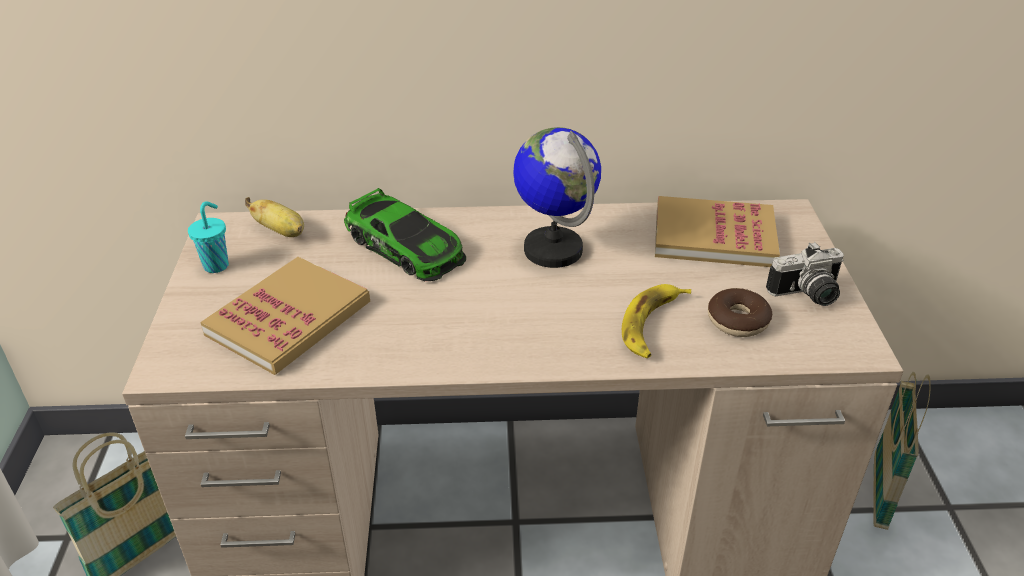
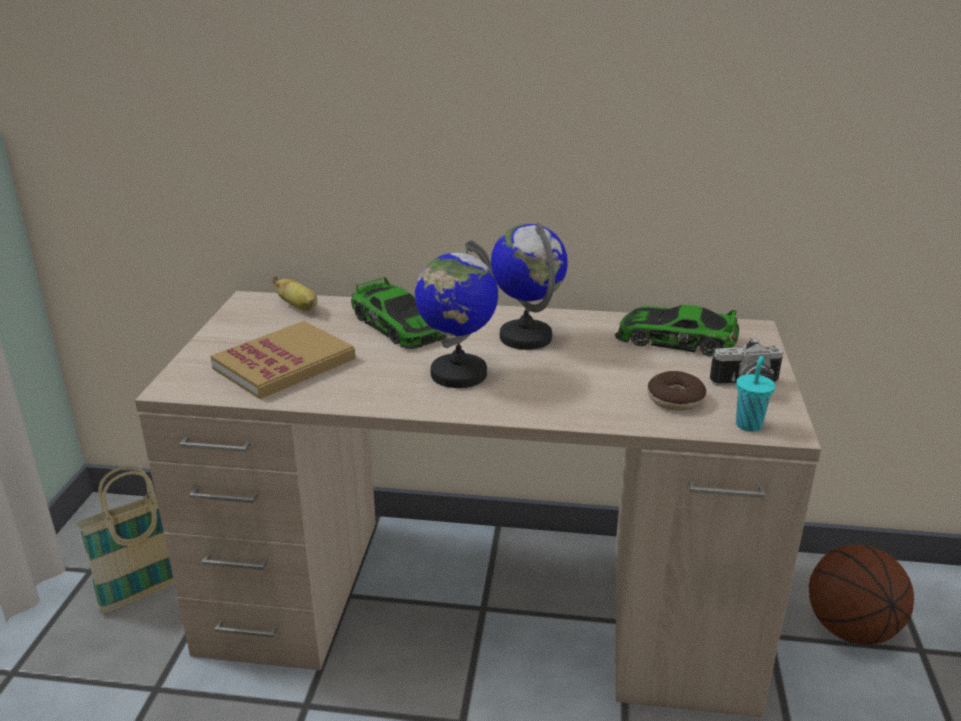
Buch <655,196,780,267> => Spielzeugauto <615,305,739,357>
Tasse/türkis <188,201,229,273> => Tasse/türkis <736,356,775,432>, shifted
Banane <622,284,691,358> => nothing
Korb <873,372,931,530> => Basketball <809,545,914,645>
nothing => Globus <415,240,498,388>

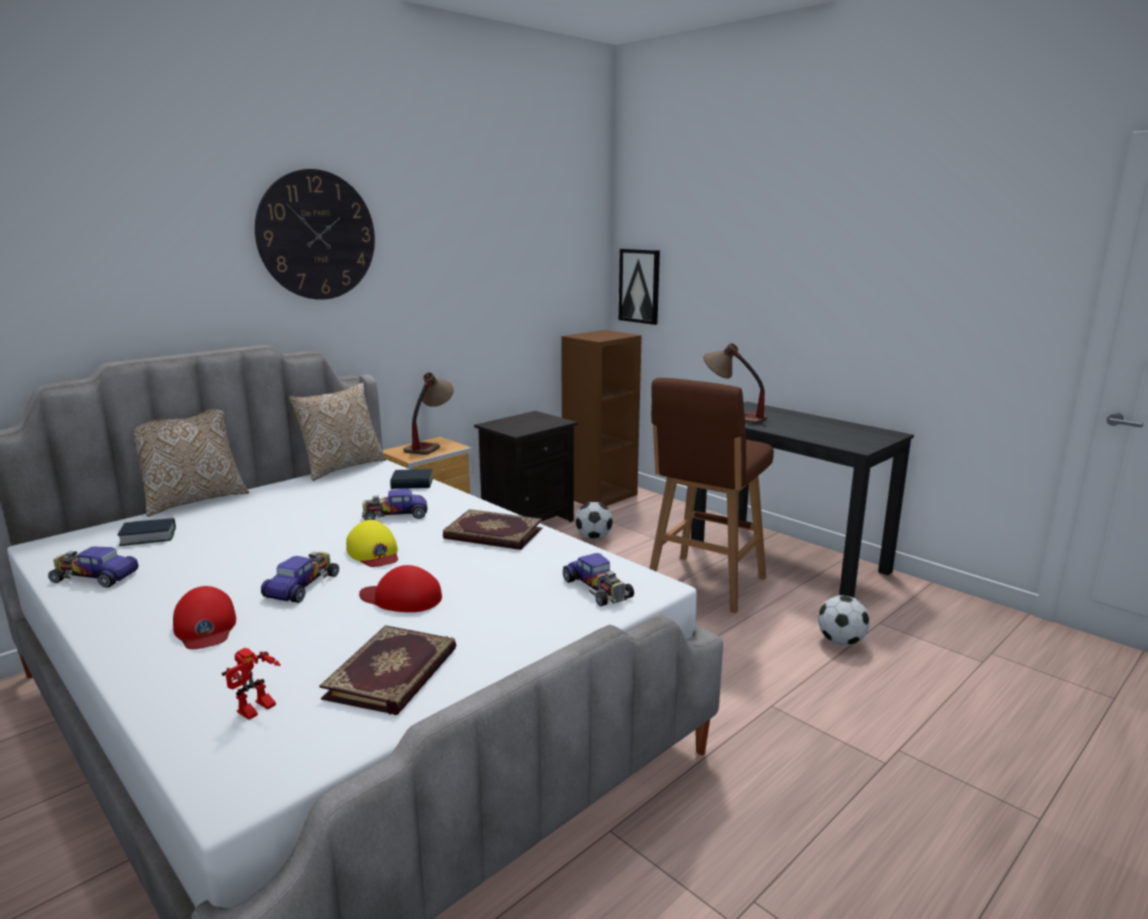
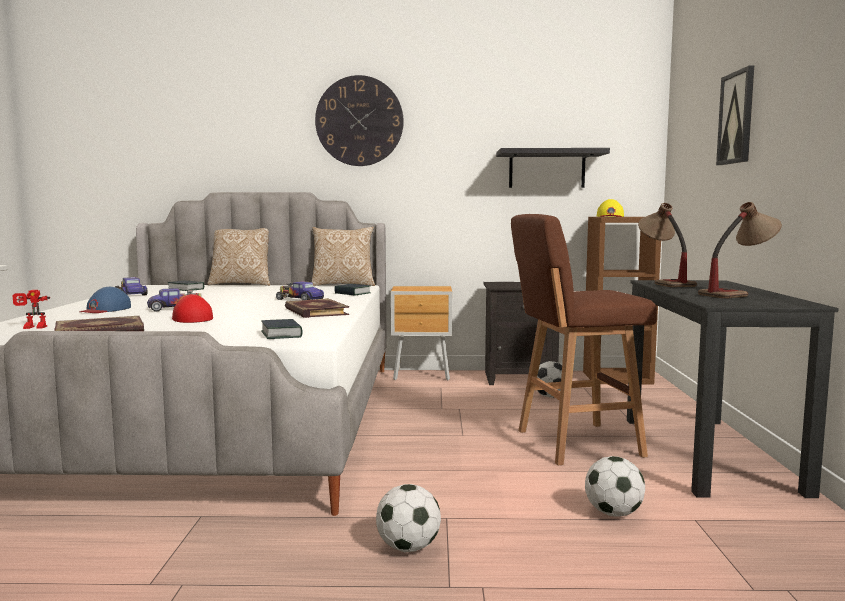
Bild <619,249,660,325> => Bild <716,66,754,165>, shifted
Tischlampe <404,372,454,455> => Tischlampe <698,202,782,298>, shifted
Kappe/gelb <346,520,398,567> => Kappe/gelb <597,199,624,217>, shifted
Spielzeugauto <563,553,634,606> => Buch <261,319,303,339>
Kappe/rot <173,586,236,649> => Kappe/blau <79,287,131,313>
nothing => Wandregal/schwarz <496,148,610,188>
nothing => Fußball <376,484,441,552>

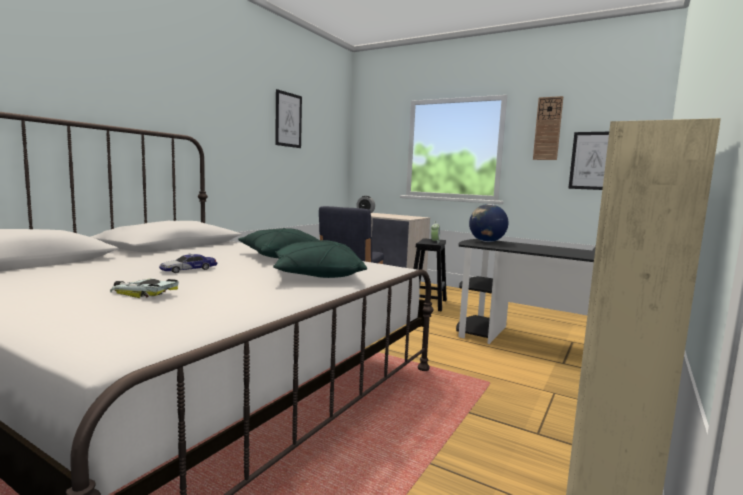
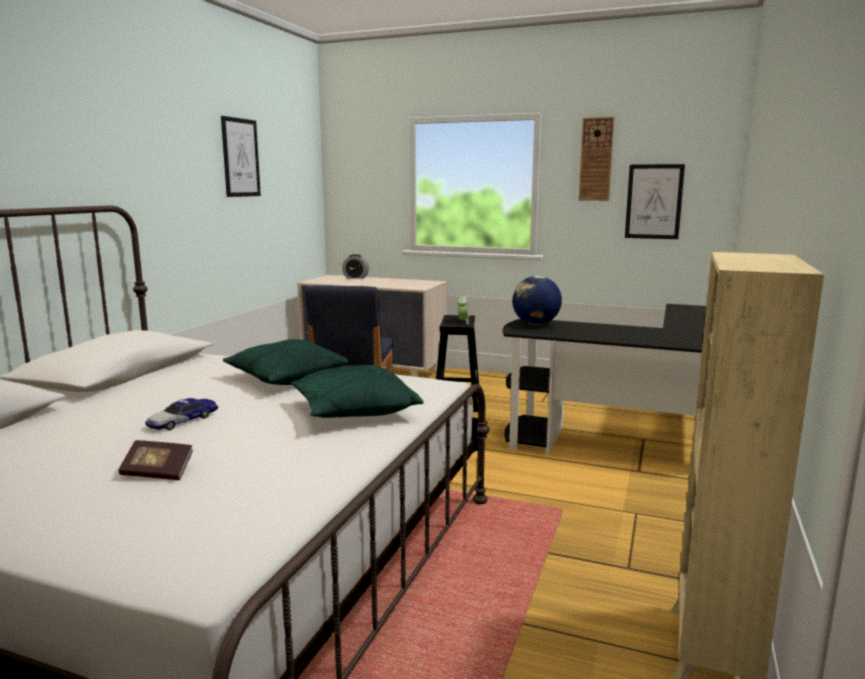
Spielzeugauto <110,278,179,298> => Buch <118,440,193,480>

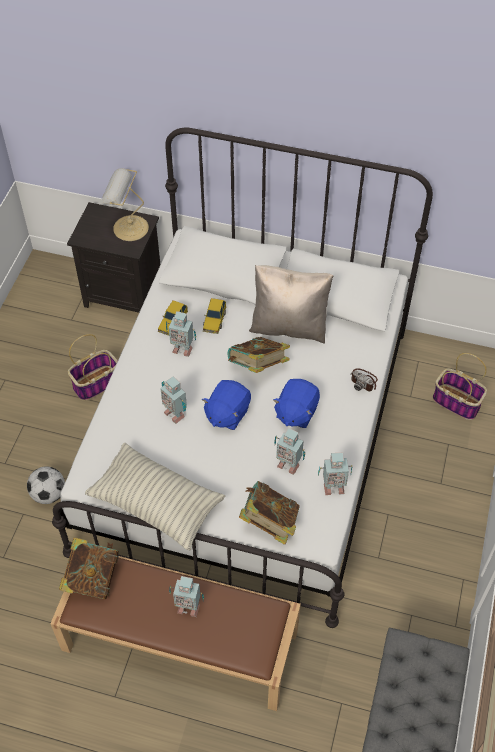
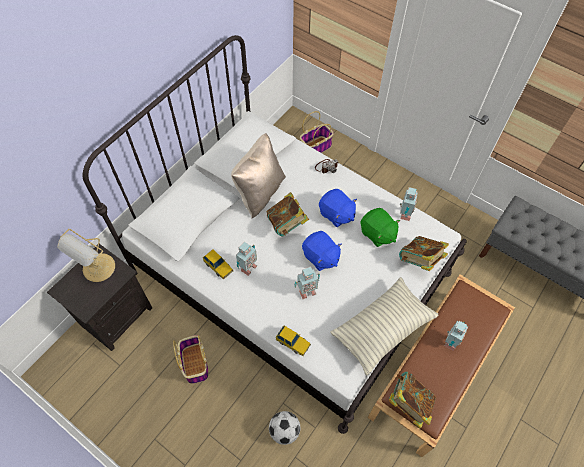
Spielzeugauto <203,298,227,334> => Spielzeugauto <276,326,311,356>, shifted
Spielzeugroboter <274,428,305,475> => Plüschtier/grün <360,208,400,247>

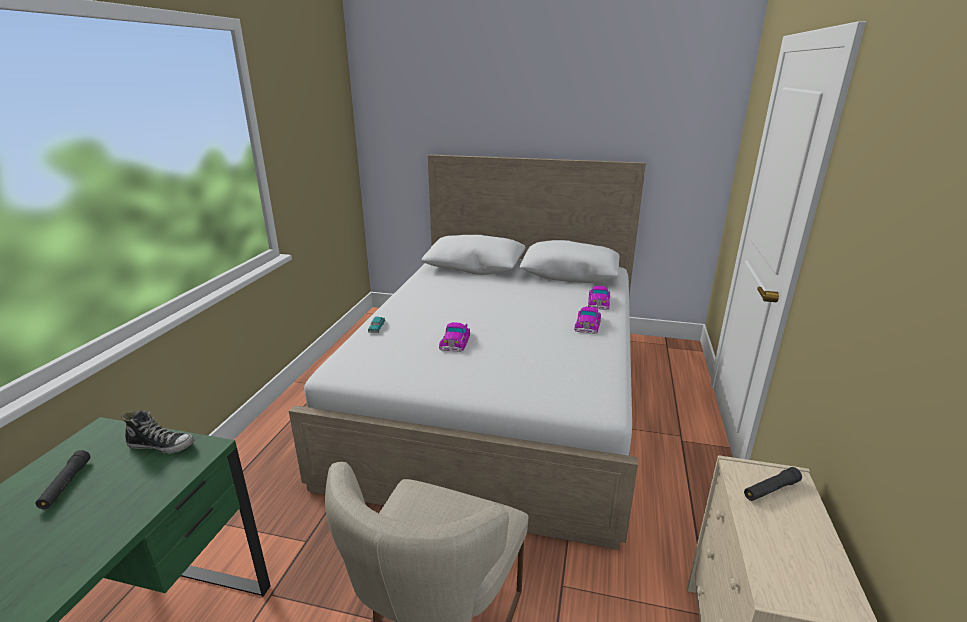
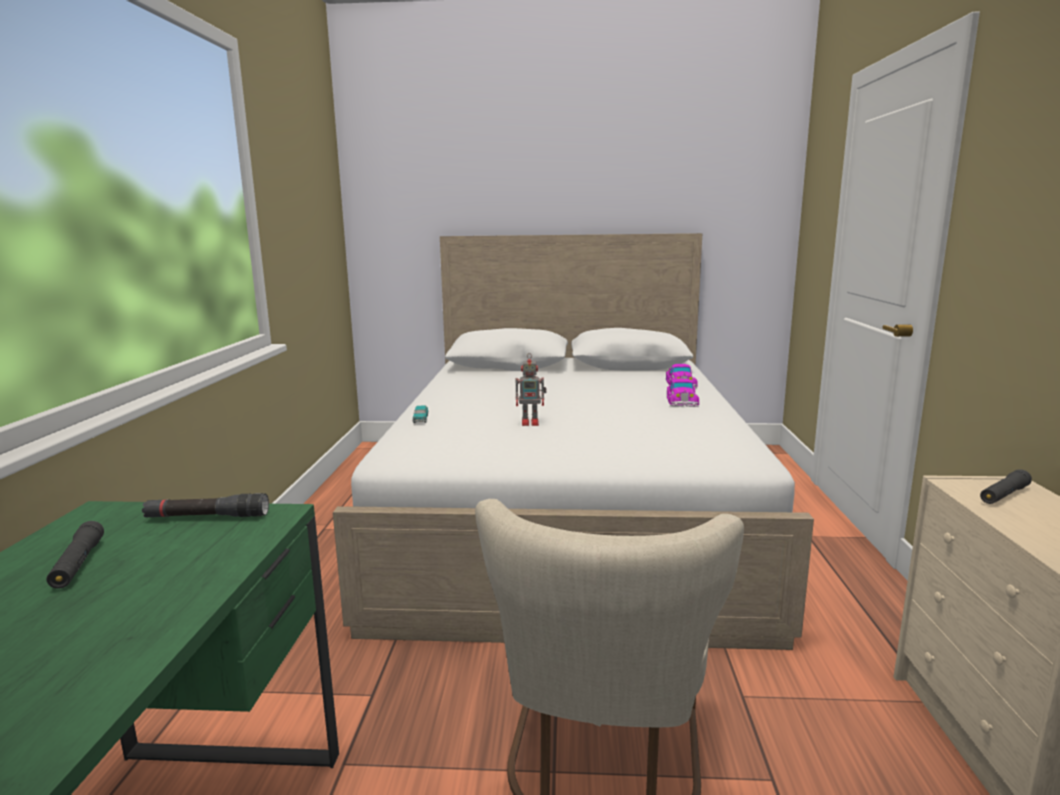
Spielzeugauto <439,322,470,352> => Spielzeugroboter <516,353,546,426>
Schuh <121,409,194,454> => Taschenlampe/schwarz <142,493,269,517>

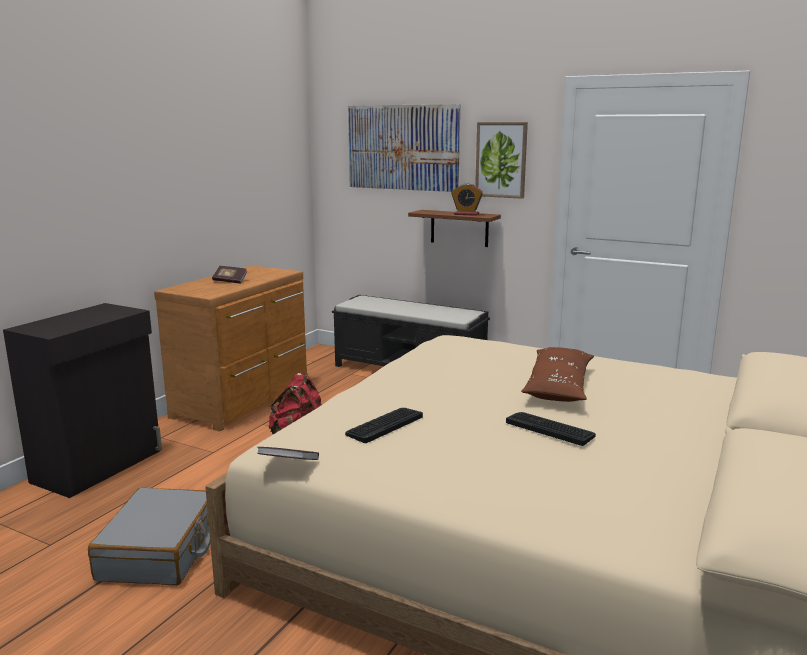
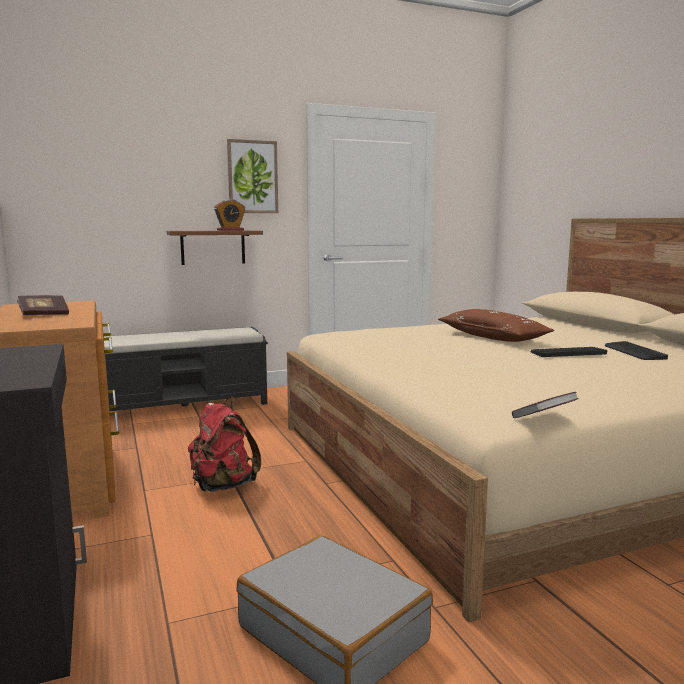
Bild <348,104,460,192> => nothing
Tastatur <345,408,423,443> => Tastatur <605,341,668,360>, shifted

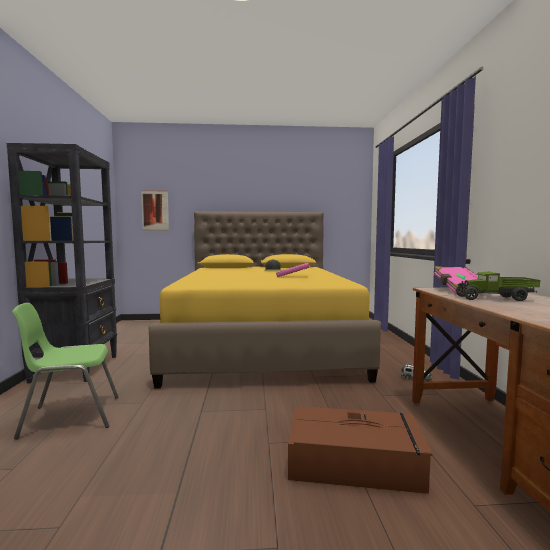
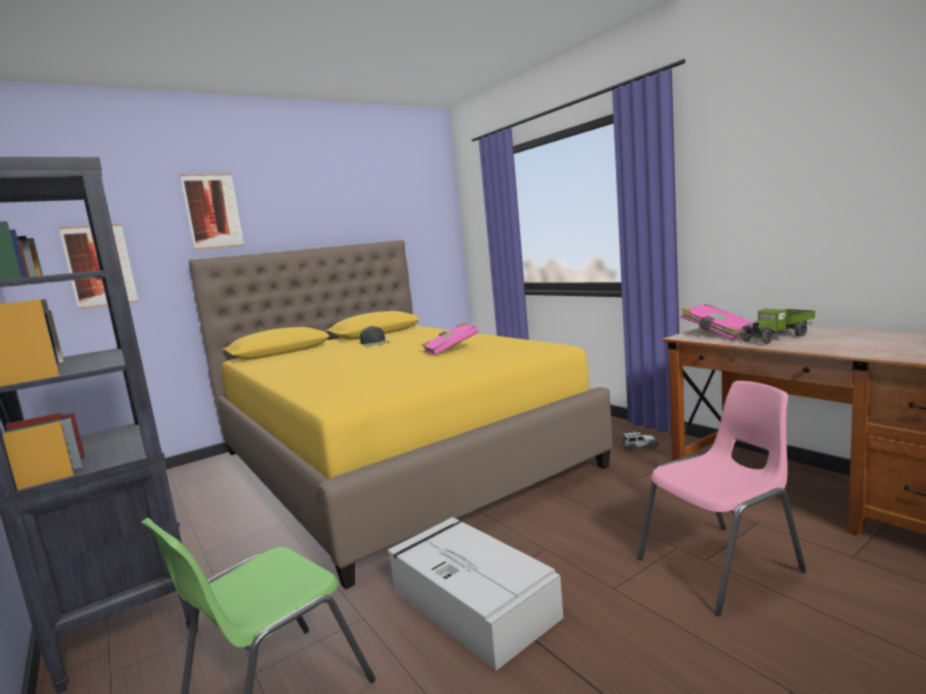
Aufbewahrungsbox/braun <288,406,432,494> => Stuhl/rosa <638,381,806,616>
nothing => Bild <180,174,244,250>
nothing => Aufbewahrungsbox/grau <388,517,564,671>

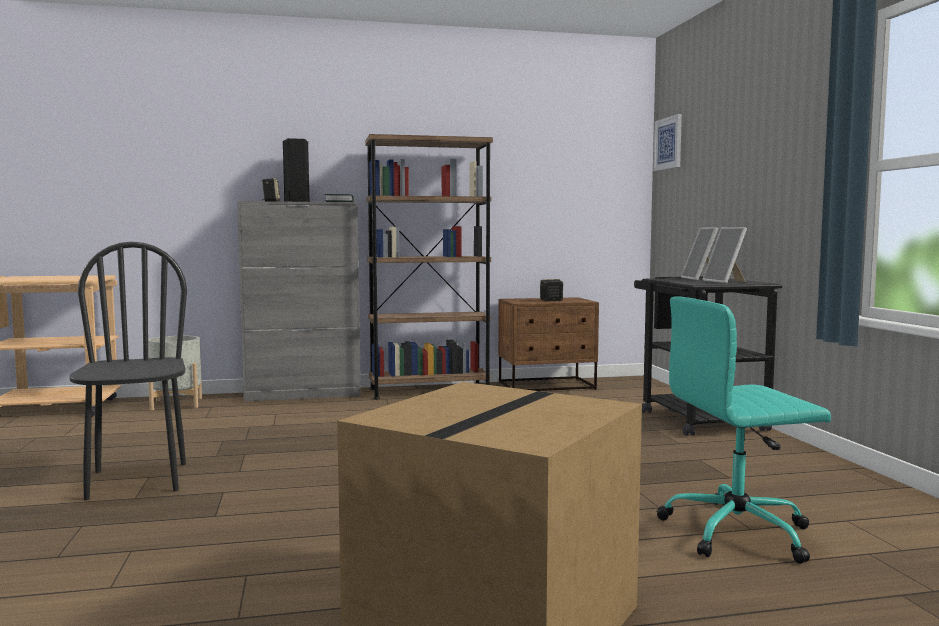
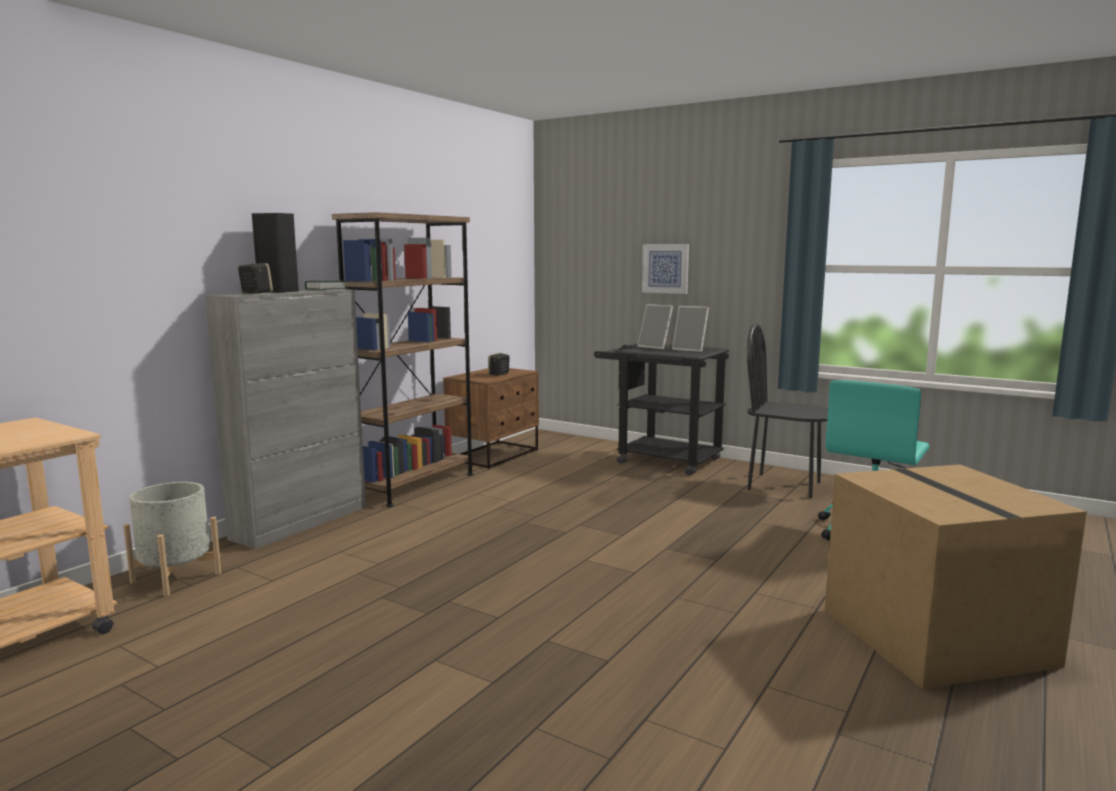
Bild <653,114,682,171> => Bild <642,244,689,294>, shifted
Stuhl/schwarz <69,242,187,500> => Stuhl/schwarz <747,323,828,498>, shifted

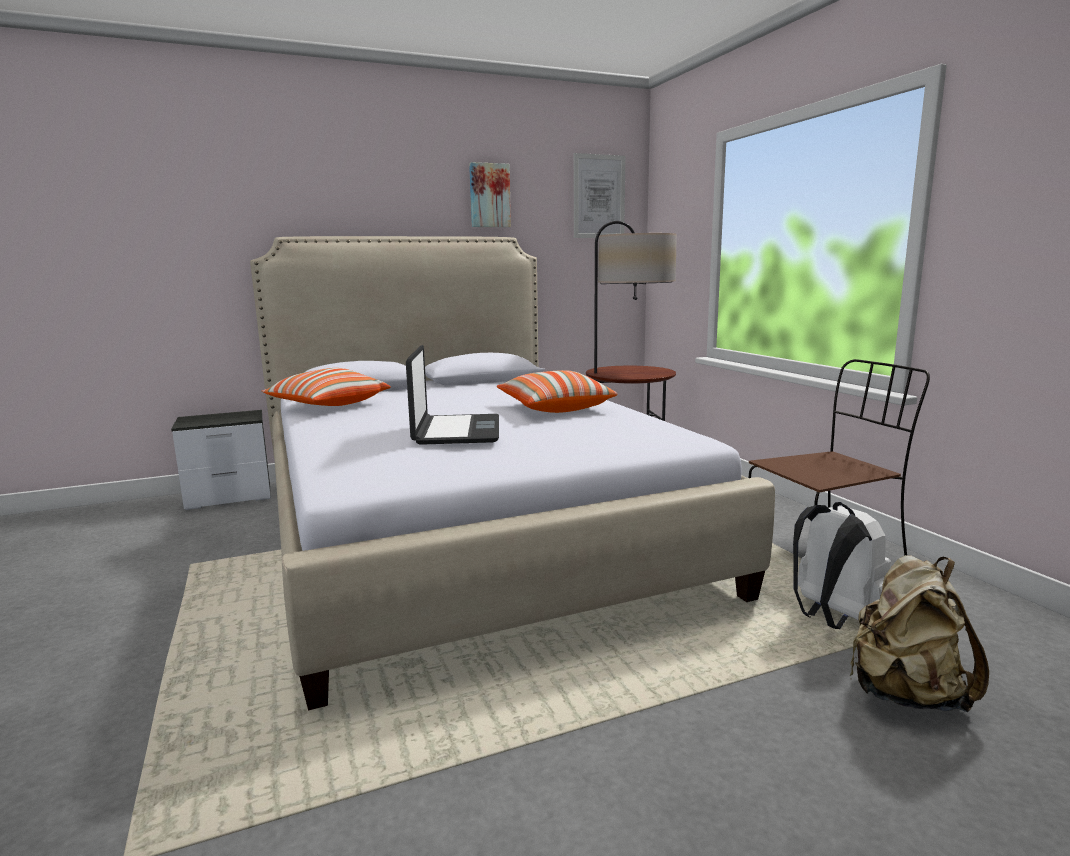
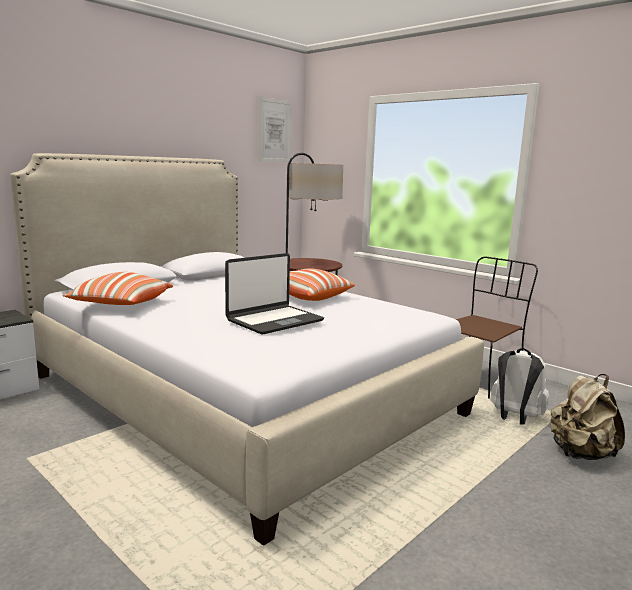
Bild <469,162,511,227> => nothing
Laptop <406,345,499,445> => Laptop <225,253,324,335>, 75 degrees clockwise

